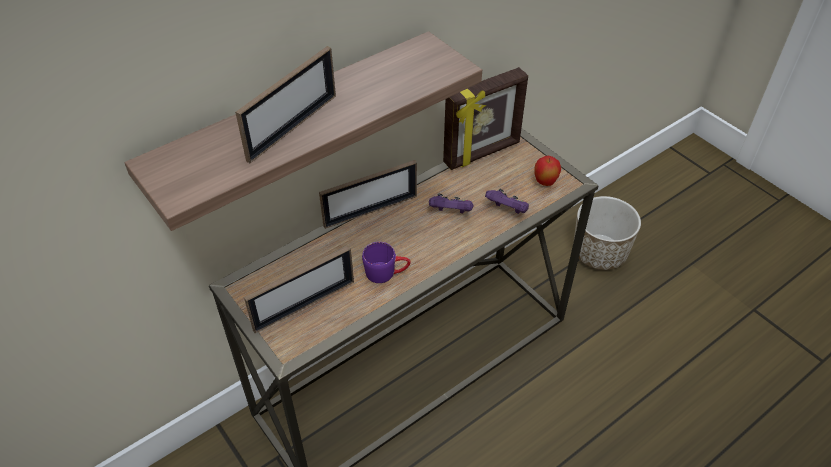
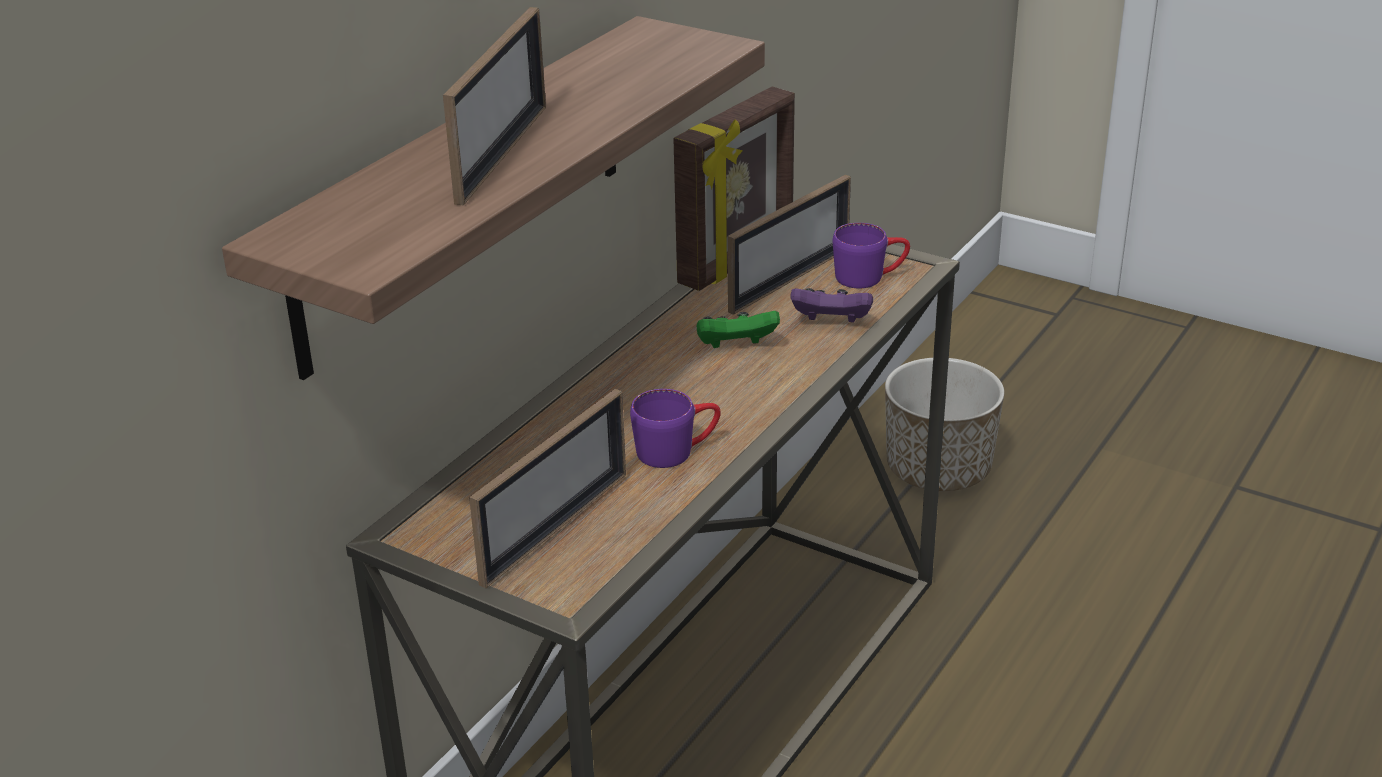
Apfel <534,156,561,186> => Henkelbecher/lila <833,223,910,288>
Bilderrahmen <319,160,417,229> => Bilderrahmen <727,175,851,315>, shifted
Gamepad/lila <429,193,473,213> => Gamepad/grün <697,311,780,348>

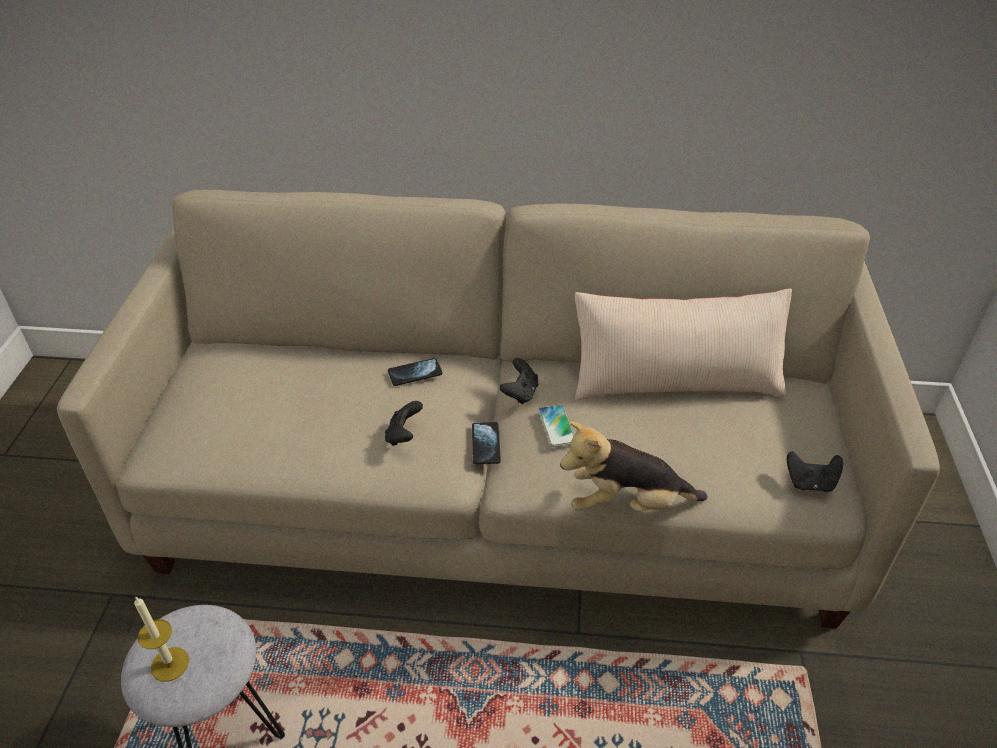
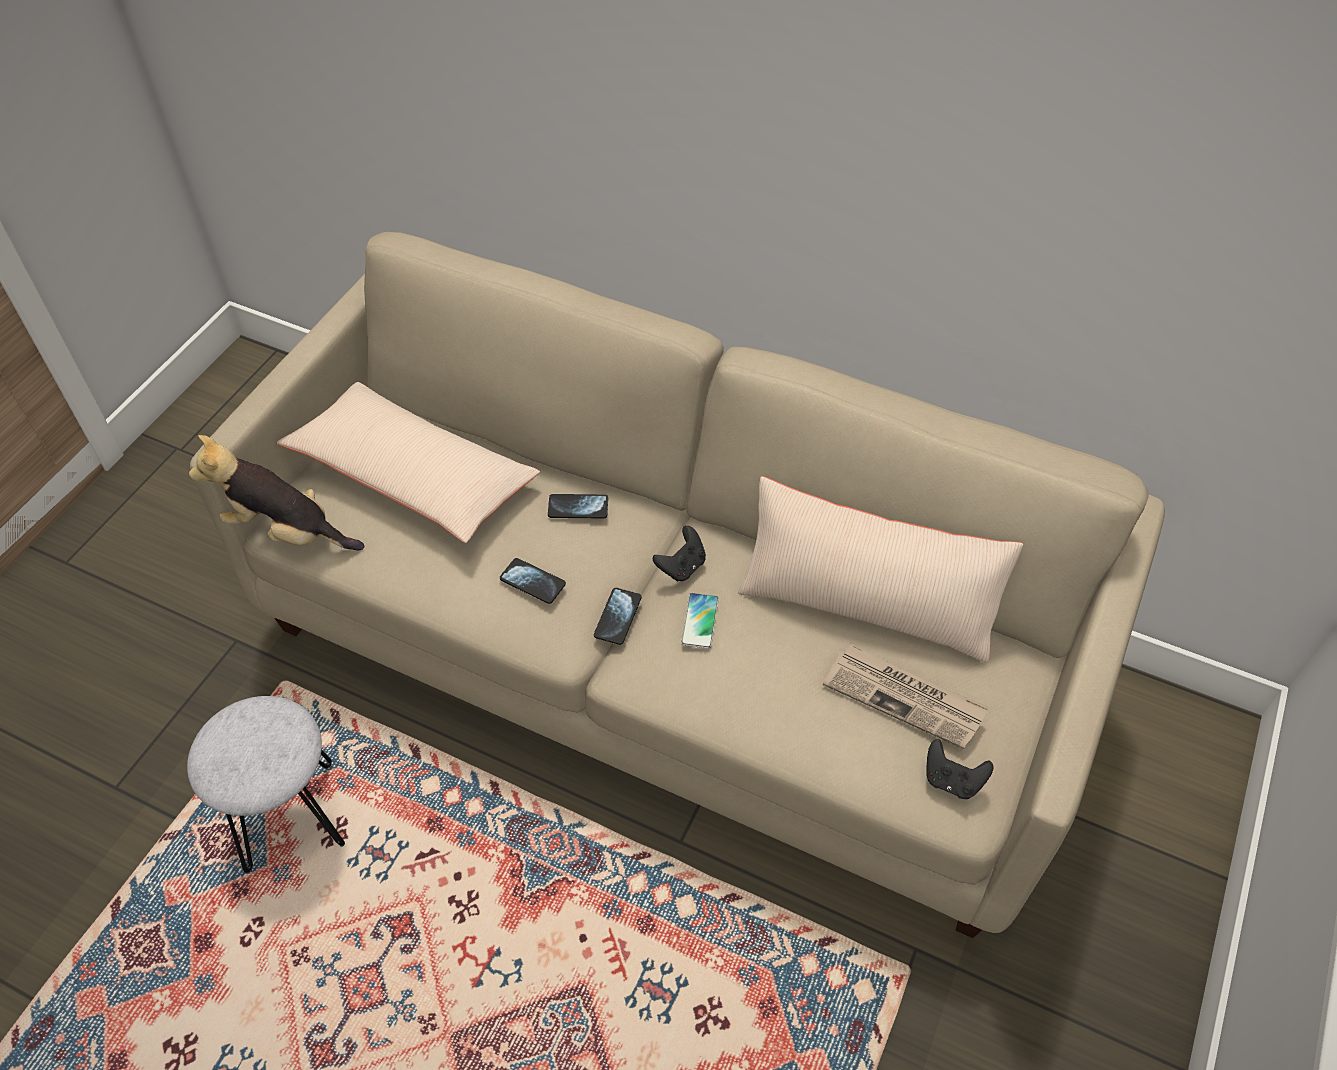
Gamepad/schwarz <385,401,423,446> => Handy <500,558,566,604>
Plüschtier <560,422,708,511> => Plüschtier <189,435,365,550>, shifted
Kerze <134,597,189,682> => nothing
nothing => Kissen/beige <277,382,540,543>
nothing => Zeitung <823,644,989,749>

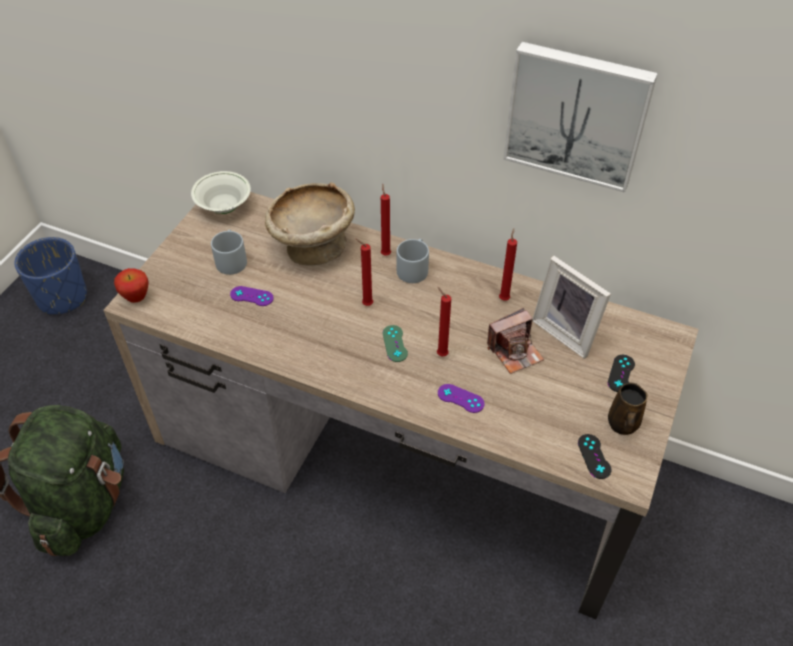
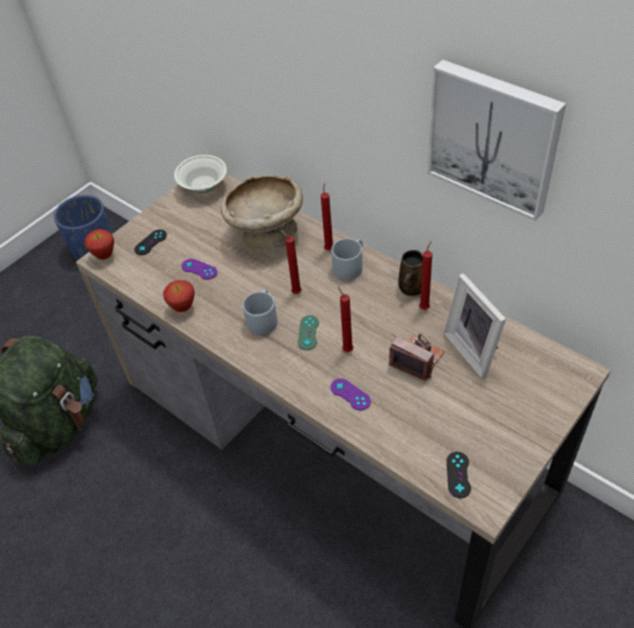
Henkelbecher/grau <211,230,247,275> => Henkelbecher/grau <243,290,278,335>, shifted
Kamera <487,308,544,374> => Kamera <389,333,445,381>, 135 degrees counterclockwise
Gamepad/schwarz <608,355,635,392> => Gamepad/schwarz <134,229,167,255>, shifted
Henkelbecher/braun <608,383,648,435> => Henkelbecher/braun <398,250,423,296>, shifted
nothing => Apfel <163,280,195,312>

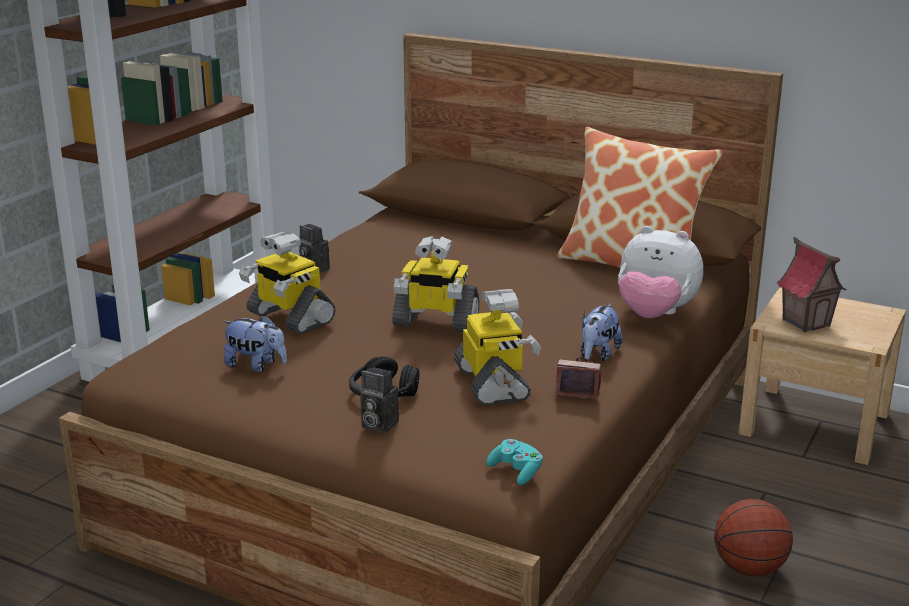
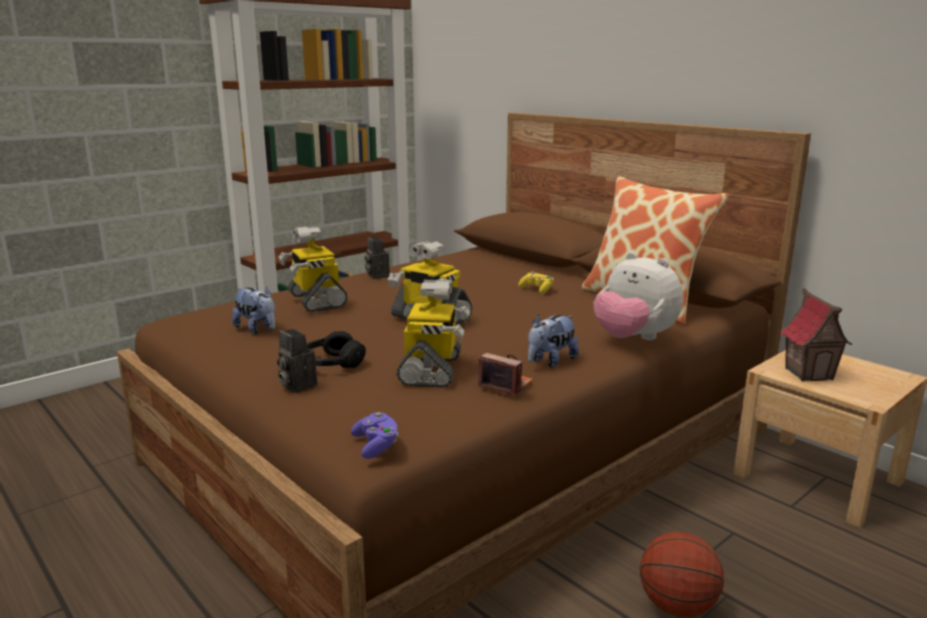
Gamepad/türkis <486,439,543,485> => Gamepad/lila <351,412,398,459>
nothing => Gamepad/gelb <518,272,554,294>

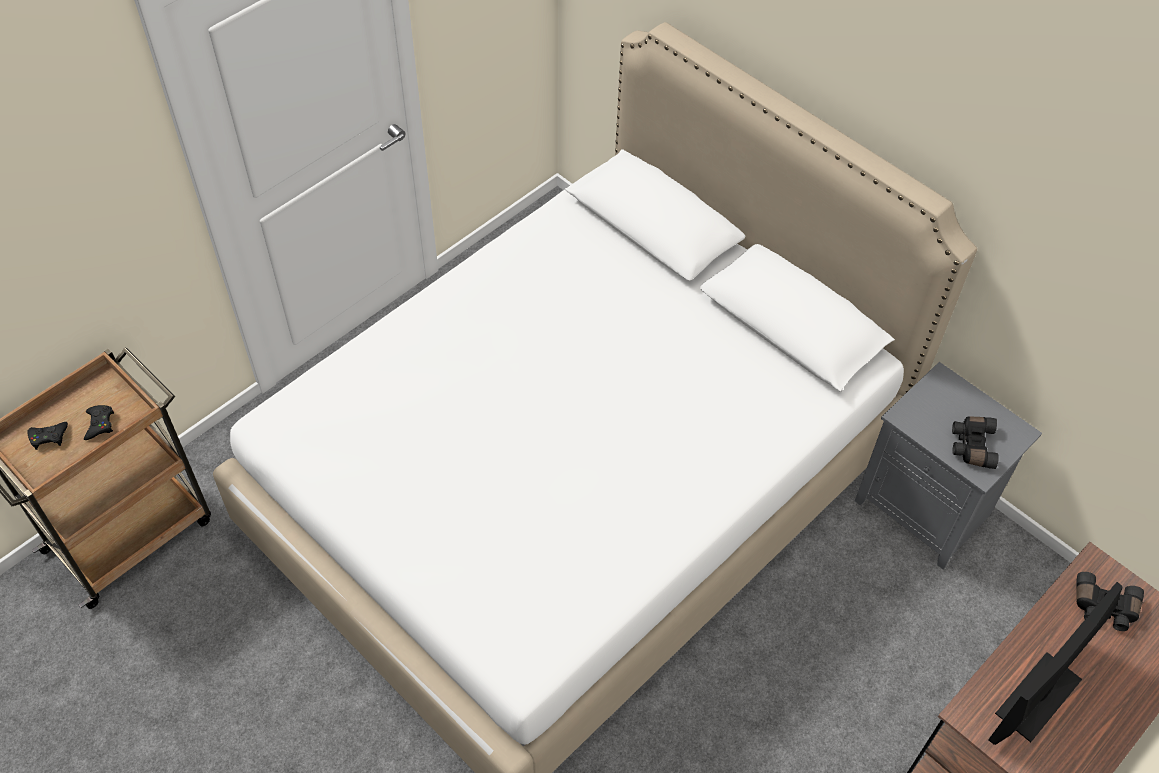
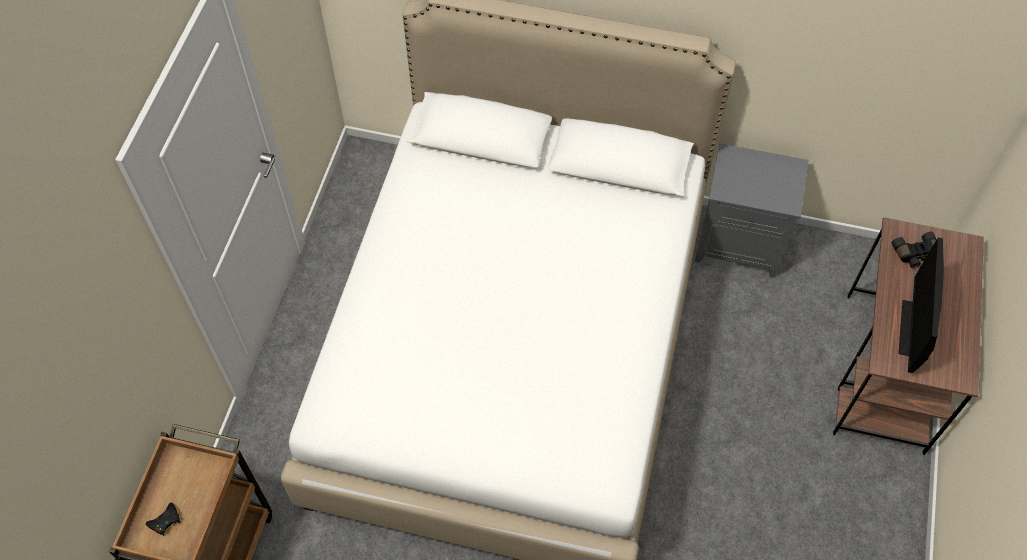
Gamepad/schwarz <84,405,114,440> => nothing
Fernglas/schwarz <952,416,999,469> => nothing

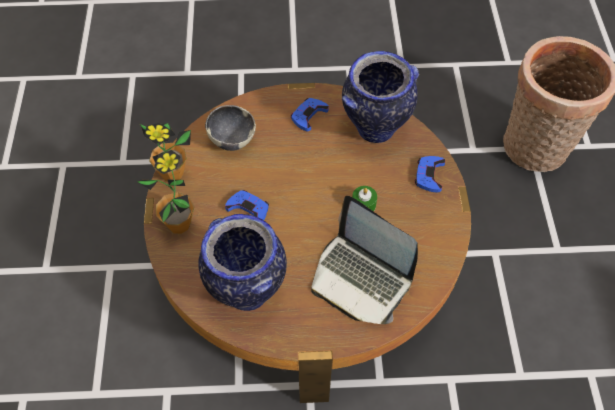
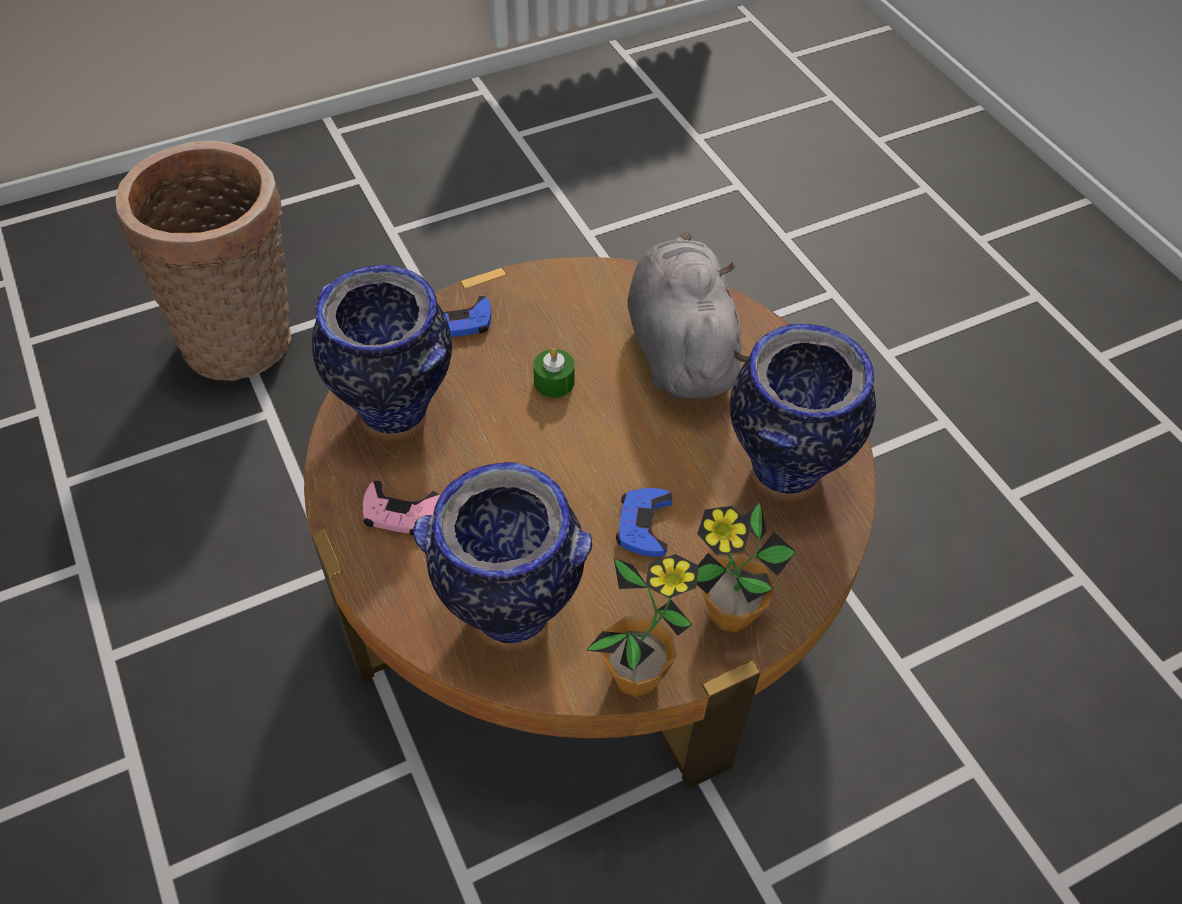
Gamepad/blau <291,98,329,132> => Gamepad/rosa <363,480,440,536>
Schüssel <205,105,256,151> => Vase <413,462,592,643>
Laptop <311,196,418,324> => Plüschtier/grau <627,233,749,399>

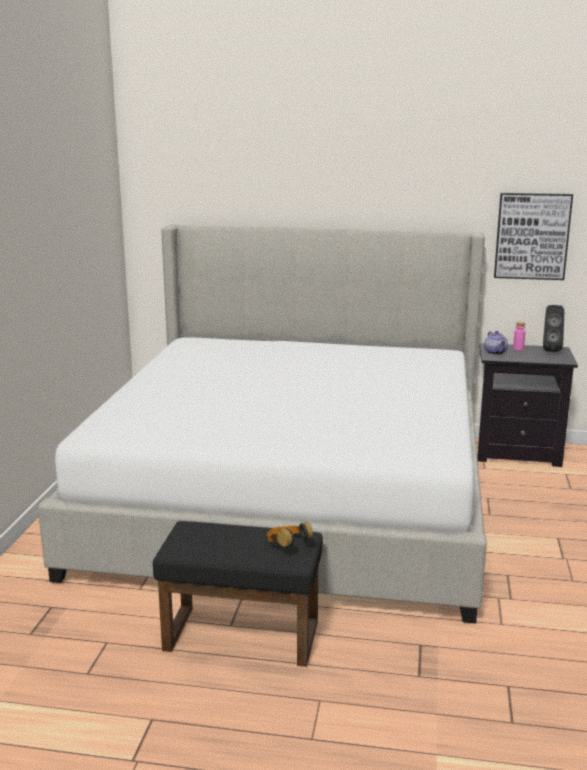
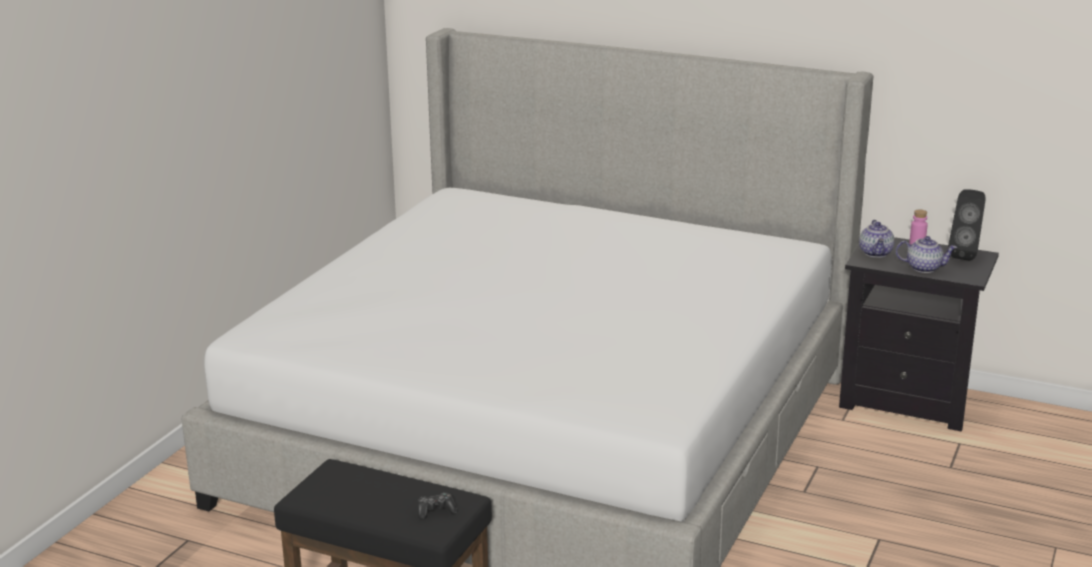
Bild <494,193,573,280> => nothing
Kopfhörer <267,522,313,547> => Gamepad <418,493,458,520>
nothing => Teekanne <896,236,957,273>

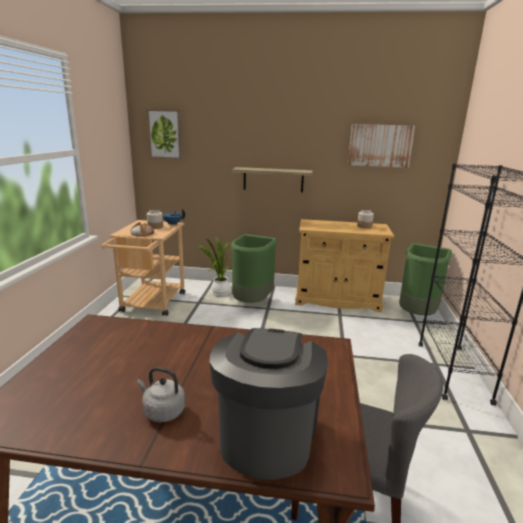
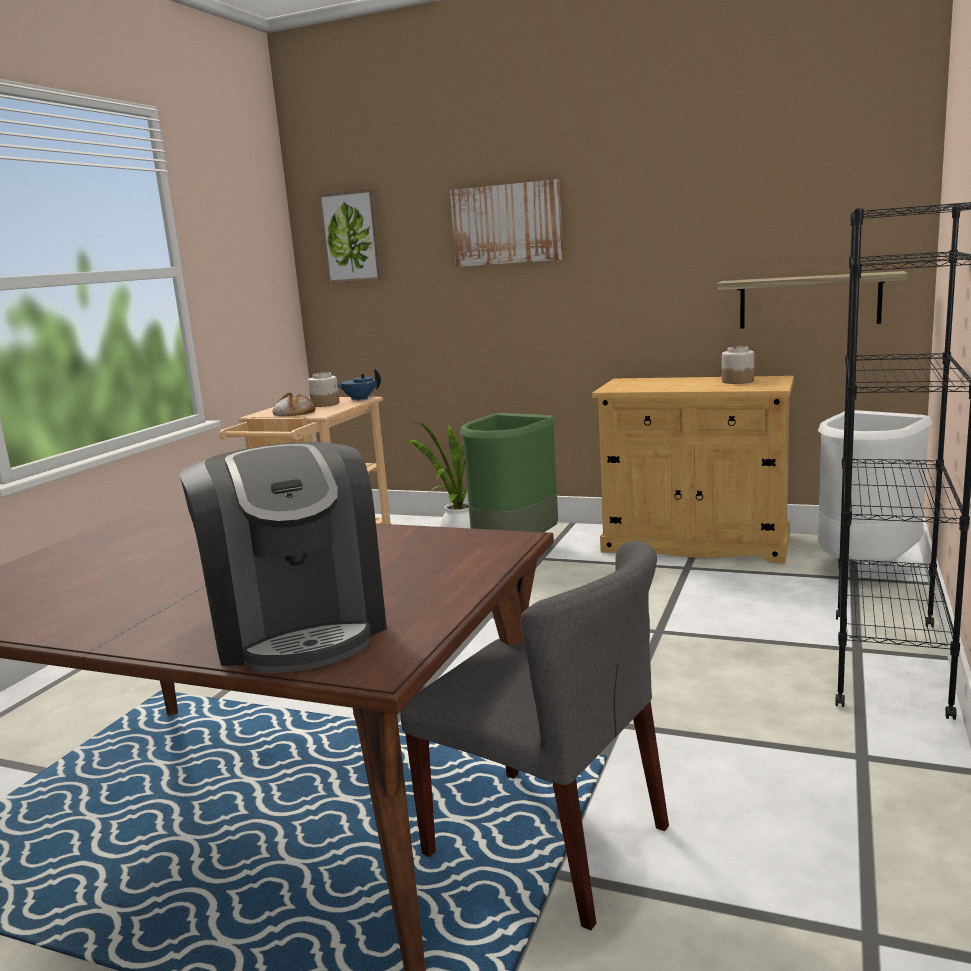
Bild <348,124,415,168> => Bild <450,179,563,267>, shifted
Wandregal <232,167,313,193> => Wandregal <717,271,908,329>, shifted
Mülleimer/grün <399,243,452,315> => Mülleimer/weiß <818,410,932,562>
Kaffeemaschine <210,328,328,480> => Kaffeemaschine <180,442,387,673>, 135 degrees clockwise
Wasserkessel/grau <137,367,185,422> => nothing

